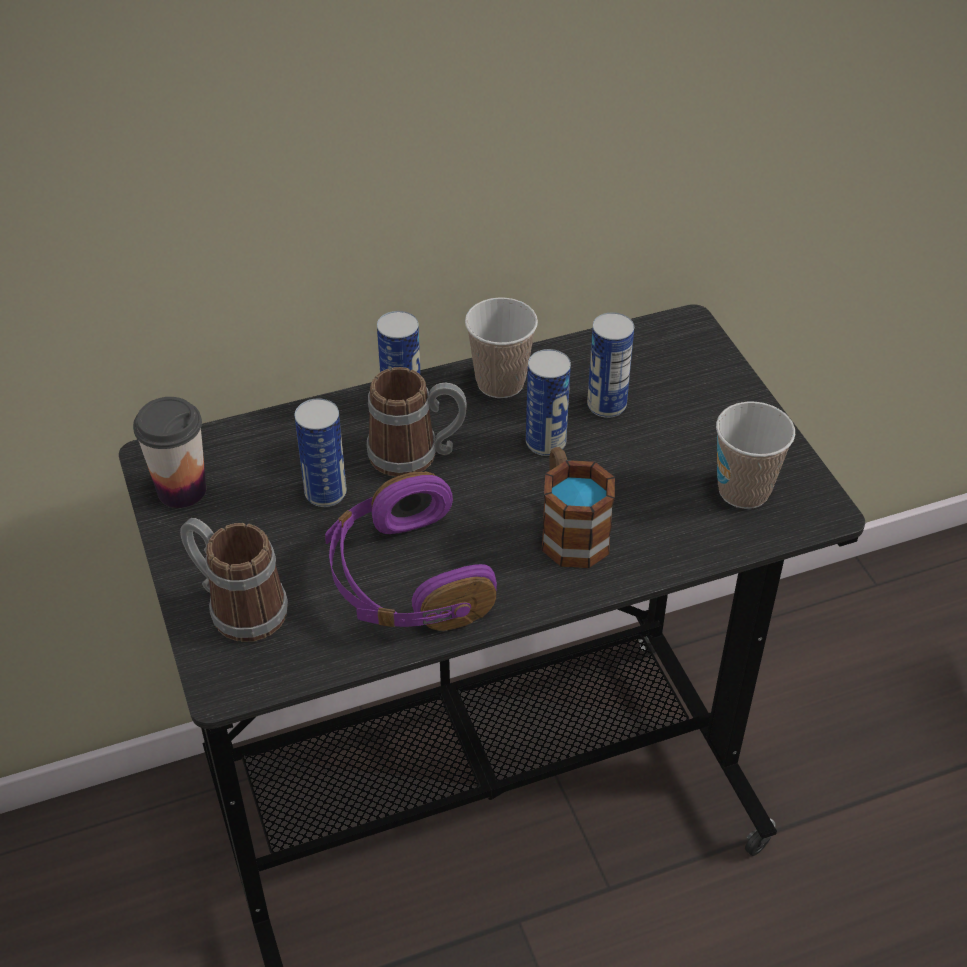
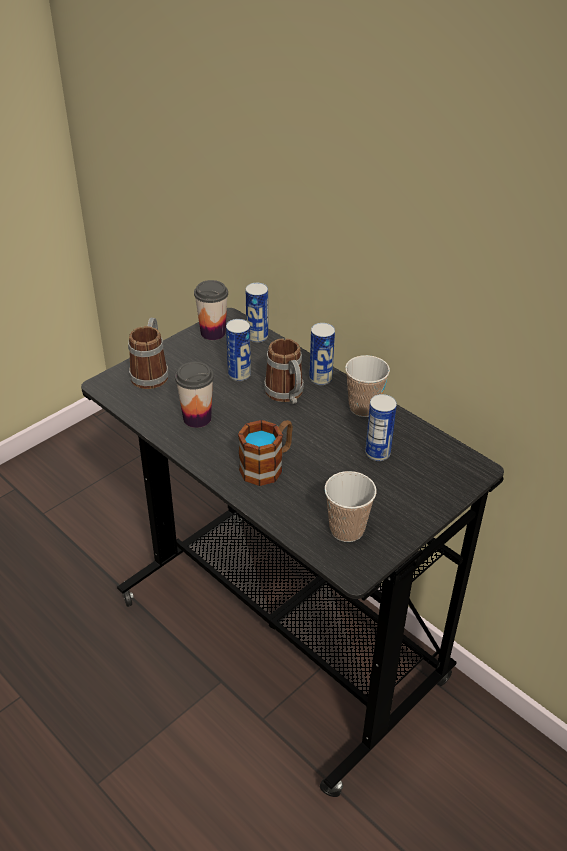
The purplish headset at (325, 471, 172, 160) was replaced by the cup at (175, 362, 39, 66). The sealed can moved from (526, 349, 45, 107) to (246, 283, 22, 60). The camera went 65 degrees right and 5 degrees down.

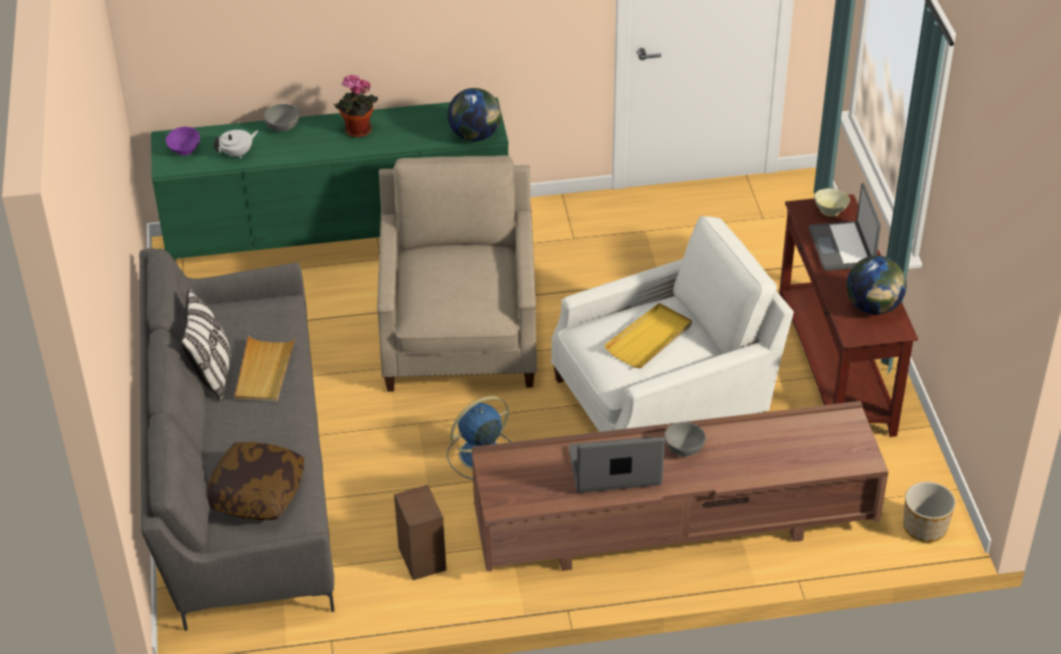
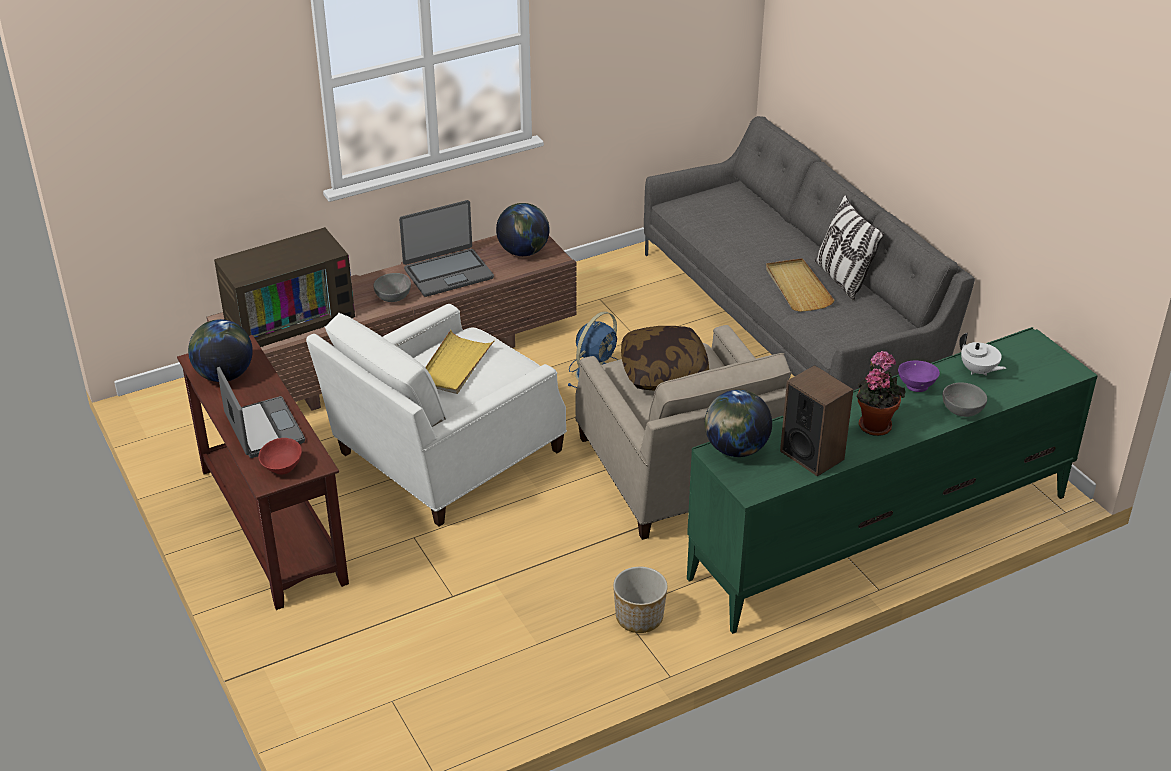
The TV at (214, 227, 141, 120) appeared. The beige bowl at (814, 188, 36, 29) became the red-coloured bowl at (258, 438, 44, 36). The world globe at (496, 203, 54, 53) appeared. The flower pot moved from (903, 482, 53, 61) to (613, 567, 55, 66). The throw pillow moved from (208, 442, 96, 78) to (621, 326, 88, 65). The speaker moved from (394, 485, 52, 95) to (780, 365, 74, 111). The purplish bowl moved from (166, 127, 34, 29) to (898, 361, 42, 31). The white-coloured teapot at (214, 130, 45, 28) turned 75 degrees counterclockwise. The camera went 160 degrees right and 5 degrees down.

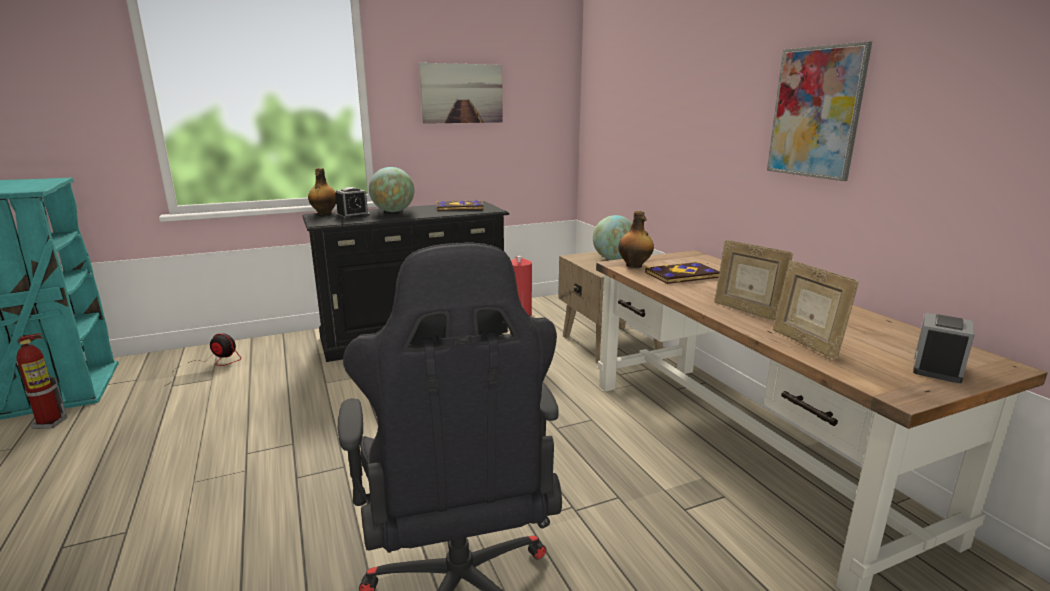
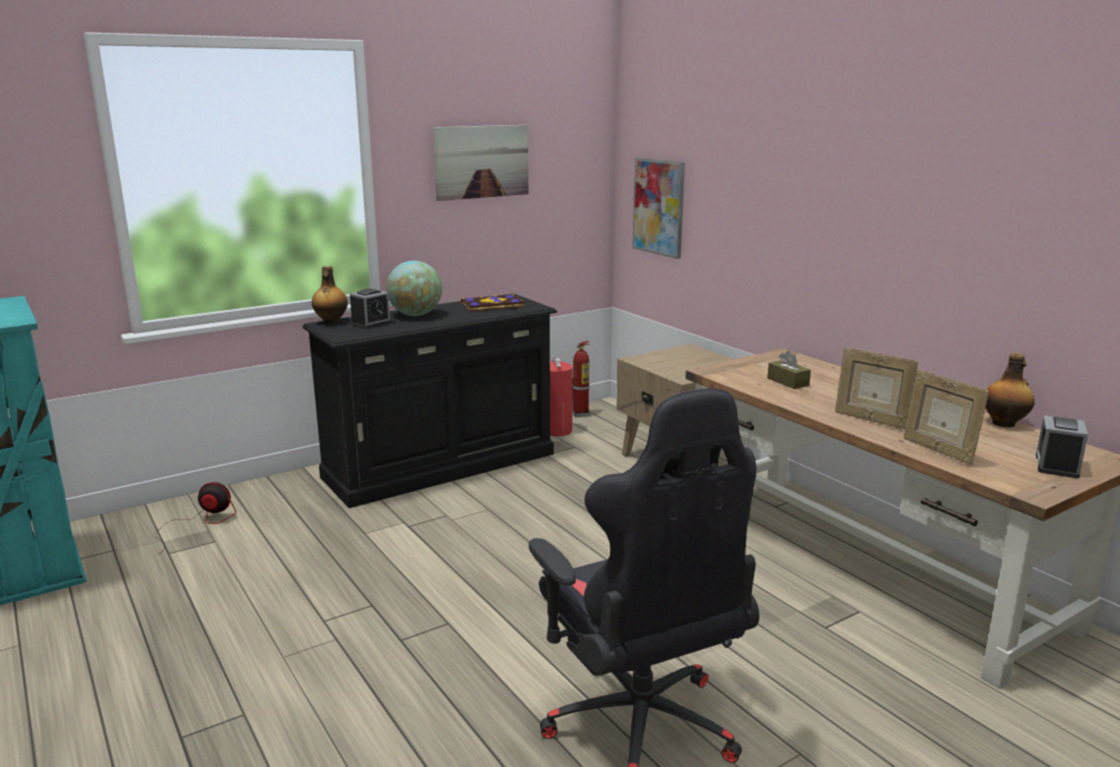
The fire-fighting cylinder moved from (17, 333, 50, 96) to (572, 341, 19, 76). The wall picture moved from (767, 41, 105, 140) to (632, 158, 53, 101). The bound book at (645, 262, 75, 22) was replaced by the brown box of tissues at (767, 350, 44, 39). The beverage bottle moved from (618, 211, 36, 57) to (986, 353, 49, 74). The world globe at (593, 215, 39, 45) disappeared. The camera went 10 degrees left and 0 degrees up.

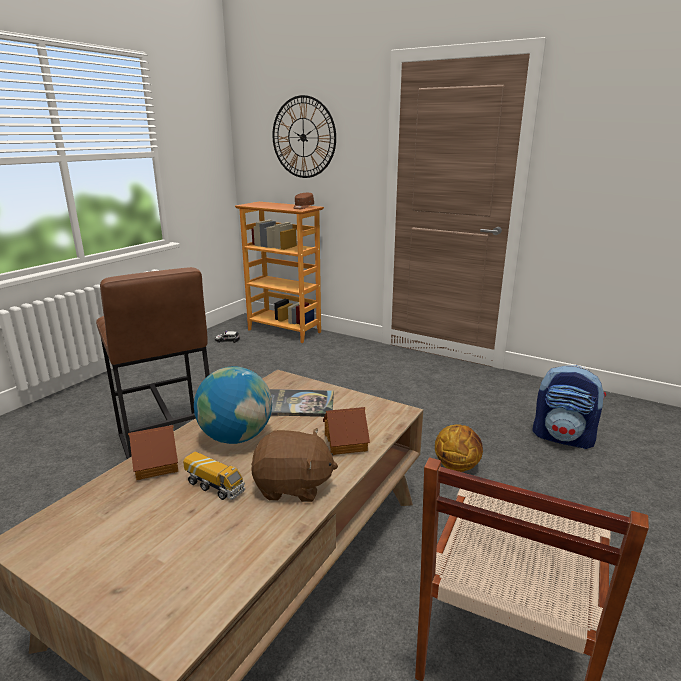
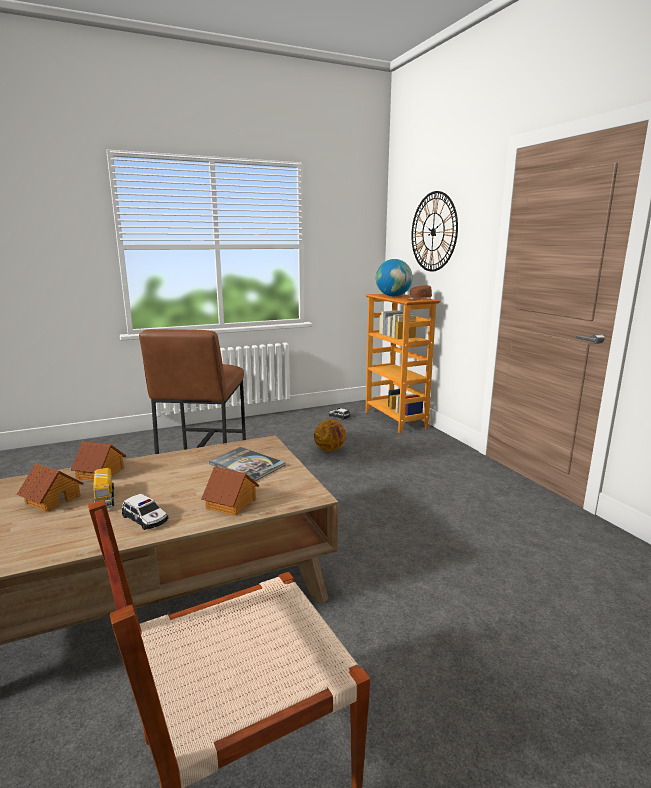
The toy house at (16, 463, 67, 49) appeared. The brown cuddly toy at (251, 428, 87, 74) was replaced by the toy car at (122, 494, 46, 36). The ball for basketball moved from (435, 424, 48, 48) to (314, 419, 32, 33). The world globe moved from (194, 366, 78, 78) to (376, 259, 37, 37). The rucksack at (532, 365, 74, 84) disappeared. The camera went 35 degrees right and 5 degrees down.

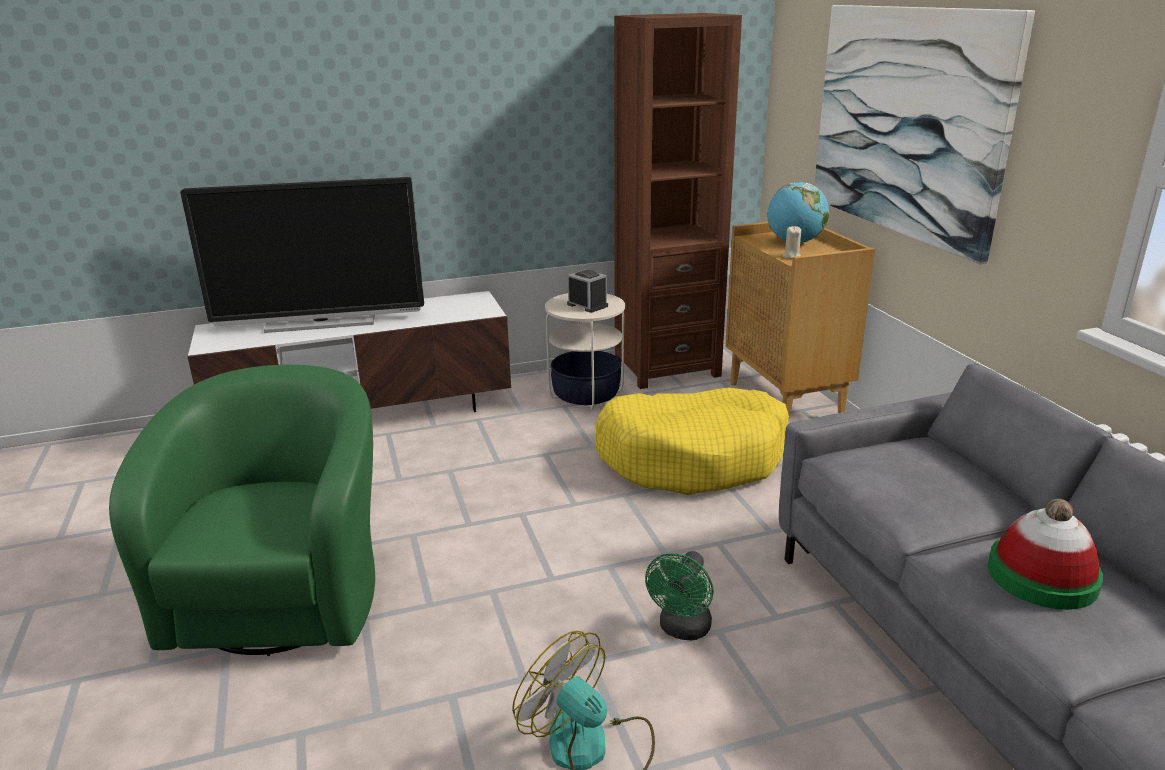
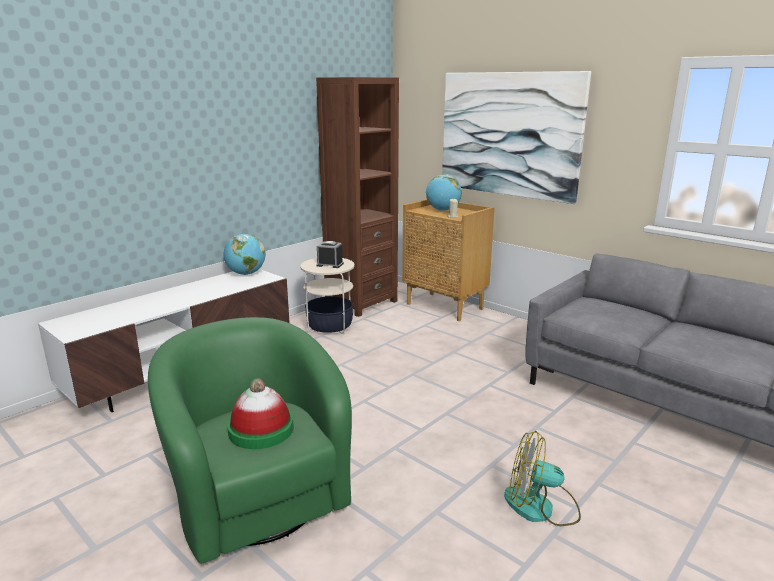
The world globe at (224, 234, 41, 41) appeared. The clothing hat moved from (988, 499, 115, 111) to (227, 378, 67, 71). The TV at (180, 177, 244, 156) disappeared. The yellowish pet bed at (596, 388, 193, 107) disappeared. The greenish electric fan at (645, 551, 69, 90) disappeared. The camera went 30 degrees left and 5 degrees down.

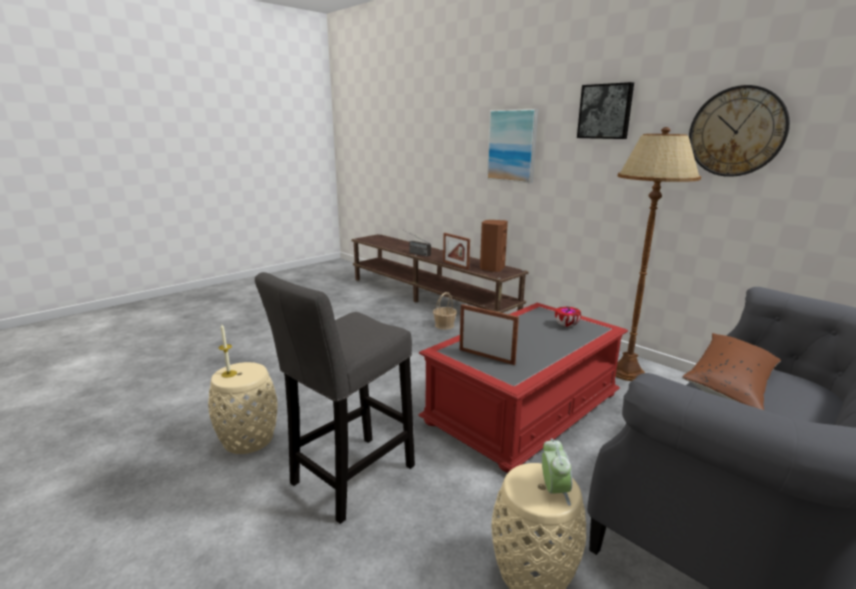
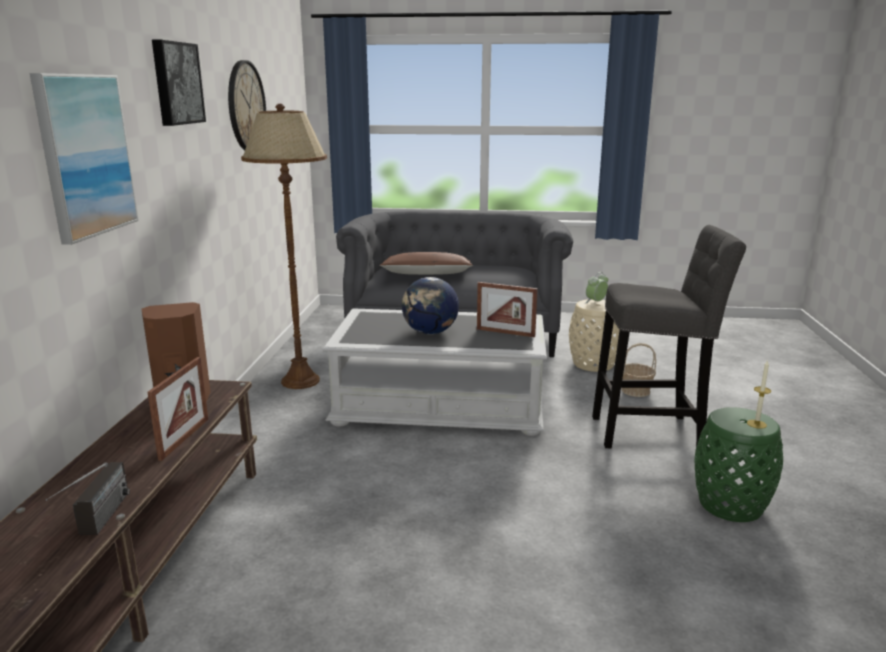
The red-coloured coffee table at (418, 303, 210, 170) became the white-coloured coffee table at (322, 309, 225, 127). The world globe at (402, 277, 57, 57) appeared. The standing frame at (460, 304, 59, 61) turned 60 degrees counterclockwise. The household basket moved from (433, 292, 24, 38) to (622, 343, 34, 54). The beige stool at (208, 362, 69, 92) became the greenish stool at (695, 407, 88, 115). The bowl at (555, 307, 26, 20) disappeared. The camera went 130 degrees left and 0 degrees up.

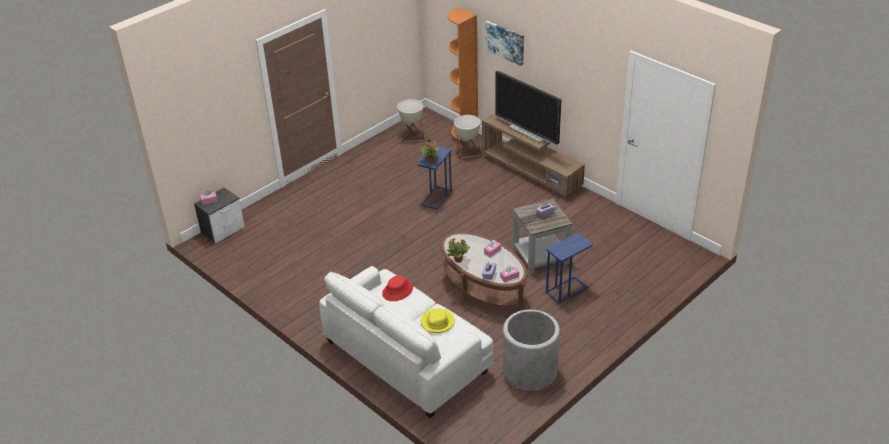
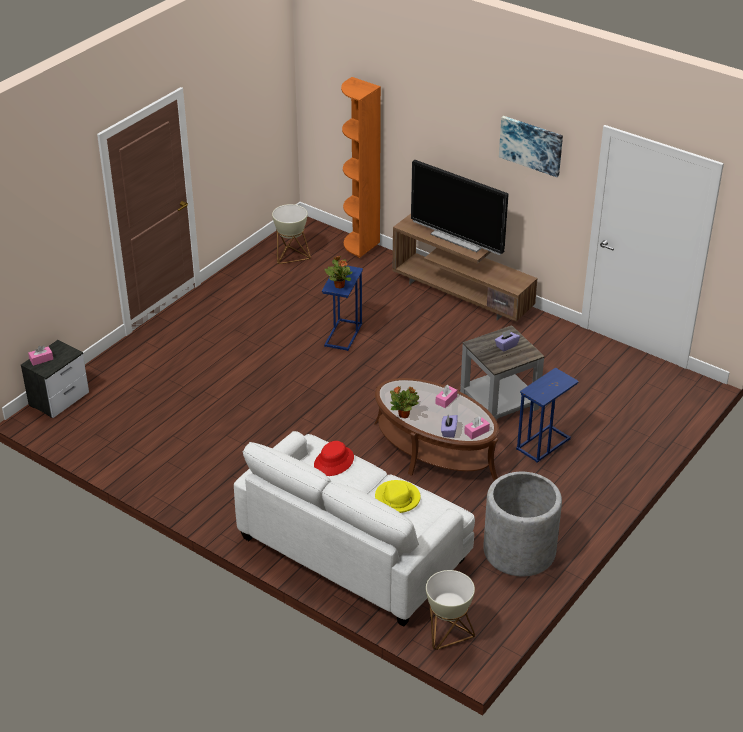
The flower pot moved from (454, 115, 28, 44) to (426, 570, 49, 80). The wall picture moved from (485, 21, 39, 45) to (499, 116, 64, 61). The camera went 10 degrees left and 0 degrees up.

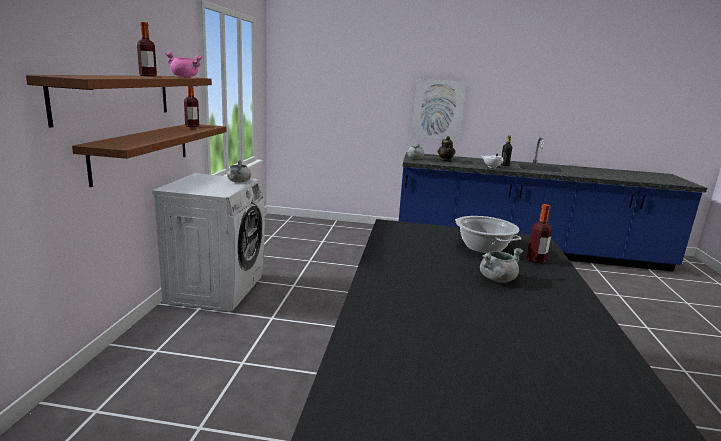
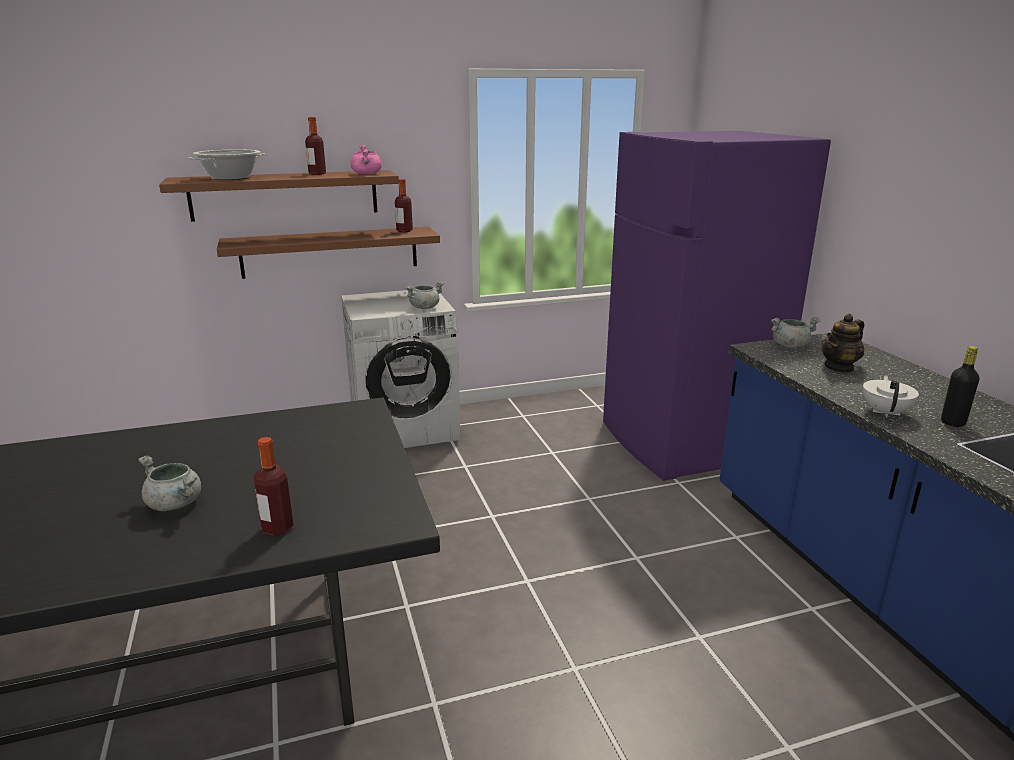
The stockpot moved from (455, 216, 67, 38) to (188, 150, 77, 30). The purplish kitchen fridge at (603, 131, 228, 350) appeared. The wall picture at (412, 79, 54, 62) disappeared. The camera went 65 degrees right and 5 degrees up.

